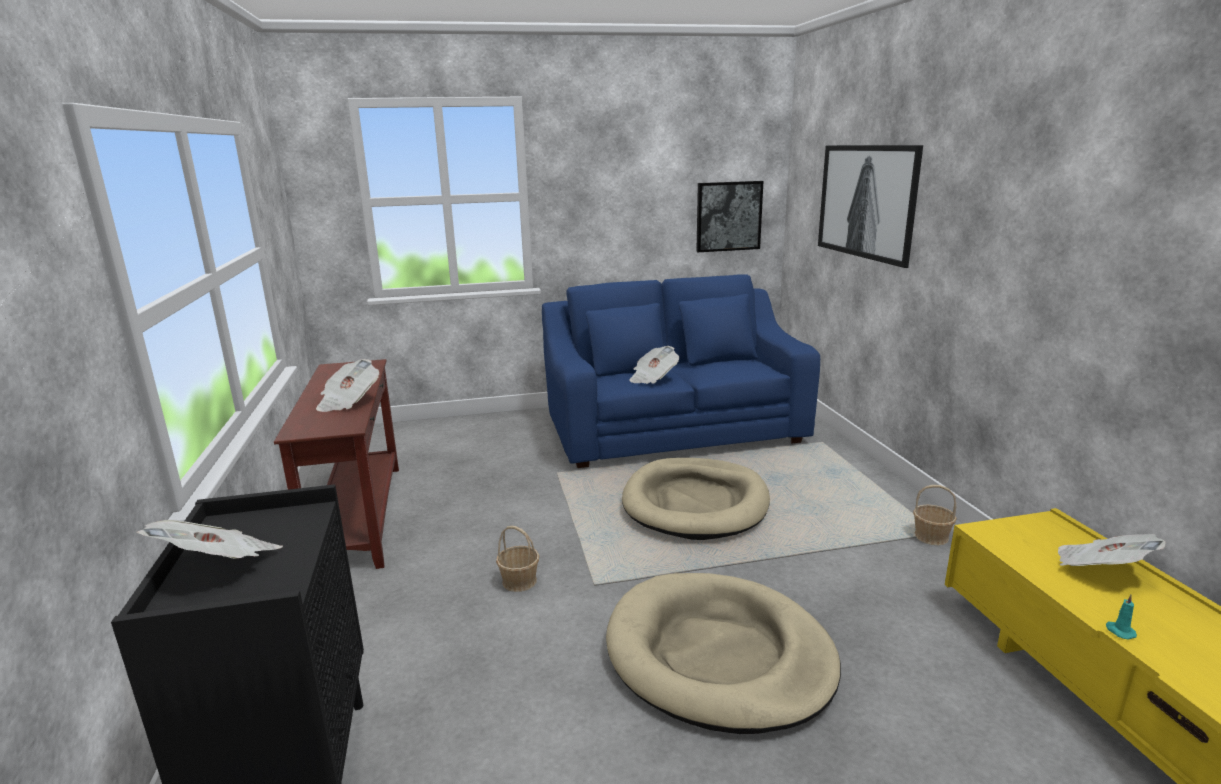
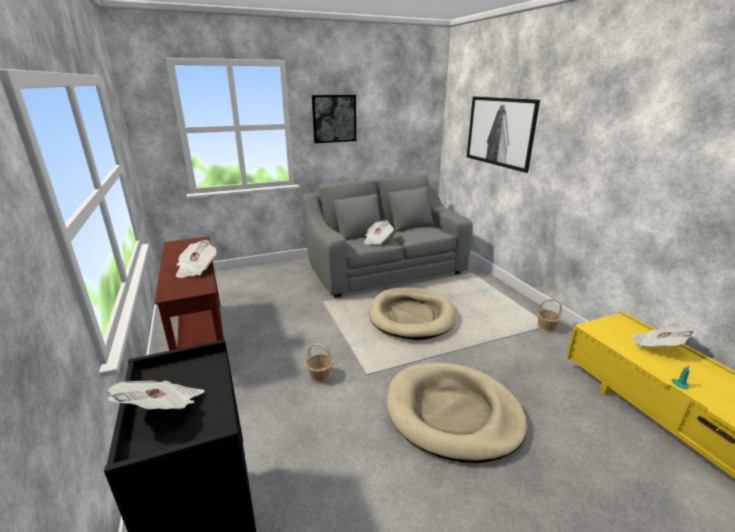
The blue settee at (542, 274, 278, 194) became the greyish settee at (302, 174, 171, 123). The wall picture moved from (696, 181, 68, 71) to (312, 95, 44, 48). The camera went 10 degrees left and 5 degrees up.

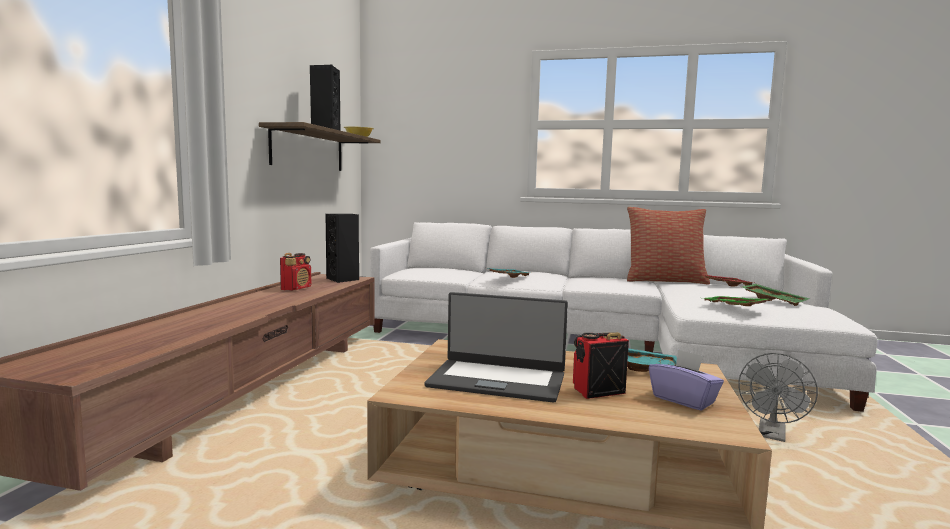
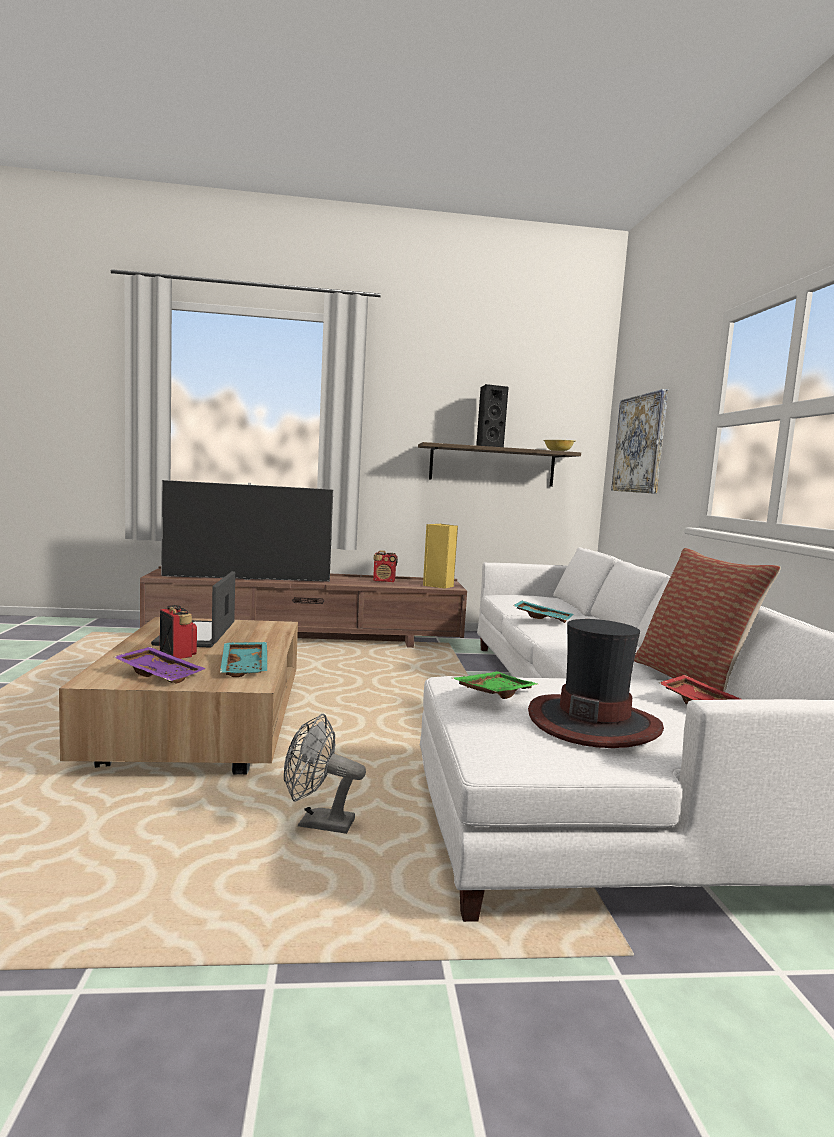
The purplish box of tissues at (649, 349, 75, 62) was replaced by the purplish serving tray at (114, 647, 92, 37). The TV at (161, 480, 172, 102) appeared. The black-coloured speaker at (325, 214, 34, 69) became the yellowish speaker at (423, 524, 35, 65). The greenish serving tray at (742, 284, 68, 22) was replaced by the clothing hat at (528, 619, 136, 129). The wall picture at (611, 389, 57, 105) appeared. The camera went 70 degrees right and 0 degrees up.

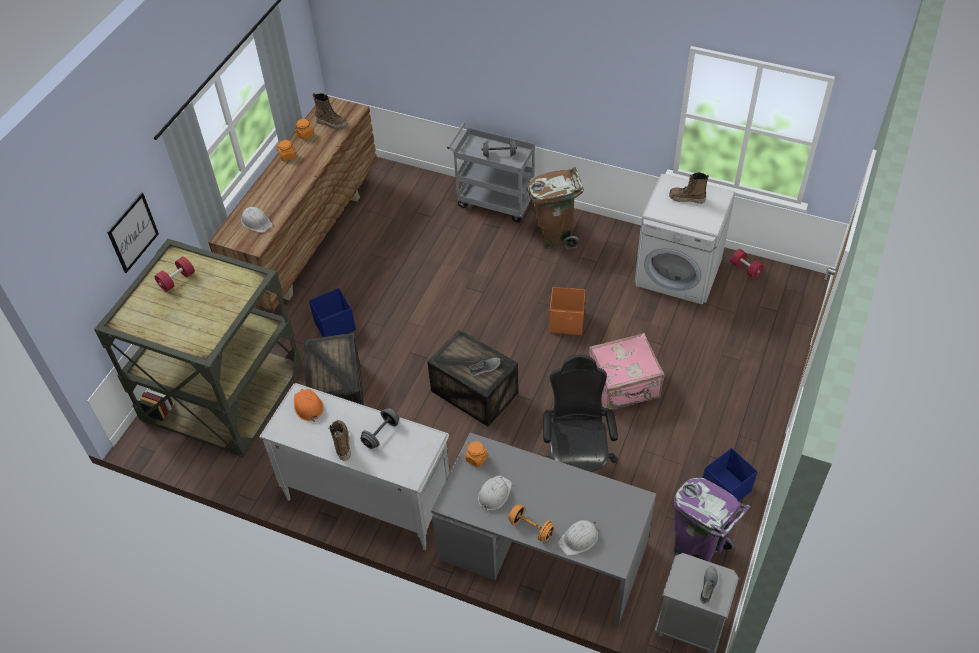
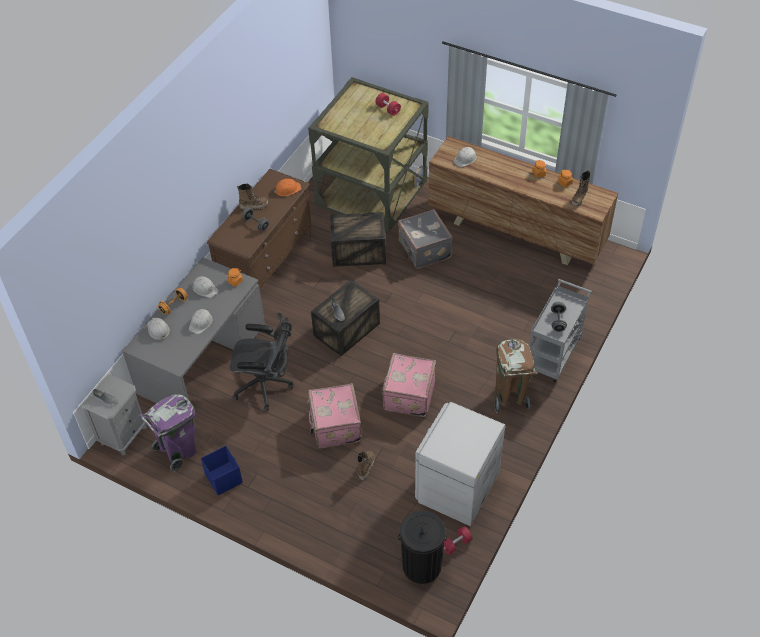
The white-coloured work helmet at (189, 309, 24, 25) appeared. The white-coloured dresser at (259, 383, 191, 167) became the brown dresser at (207, 169, 104, 120). The boot moved from (669, 172, 40, 32) to (357, 450, 18, 30). The orange storage container at (549, 287, 36, 48) was replaced by the pink-coloured suitcase at (381, 353, 55, 64). The blue storage container at (309, 288, 47, 49) was replaced by the greyish suitcase at (398, 209, 55, 60). The black-coloured trash can at (398, 511, 49, 73) appeared. The wall picture at (107, 192, 52, 81) disappeared. The camera went 95 degrees right and 0 degrees up.

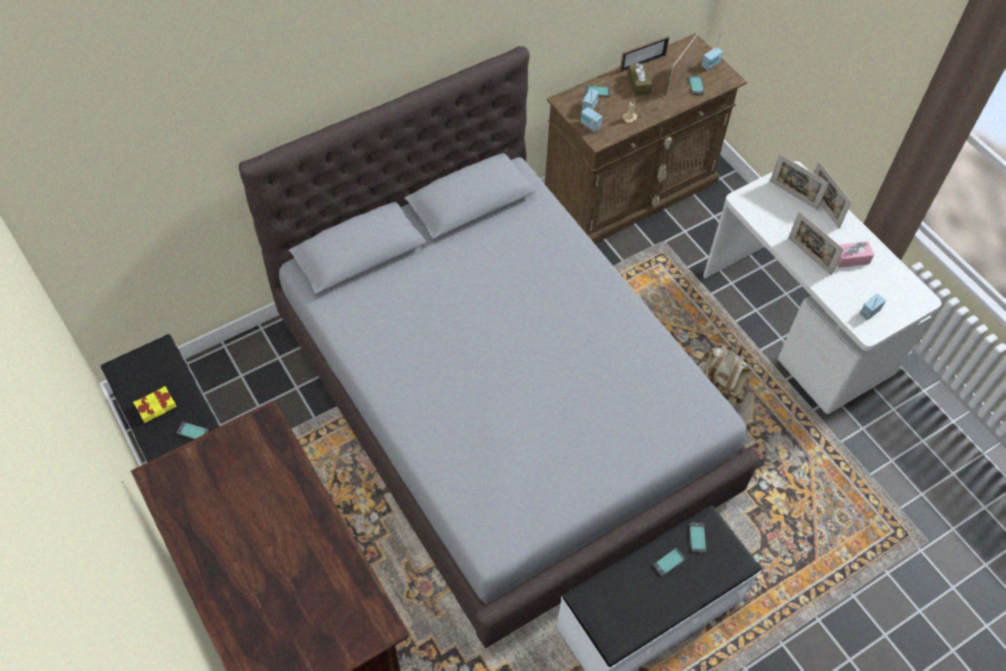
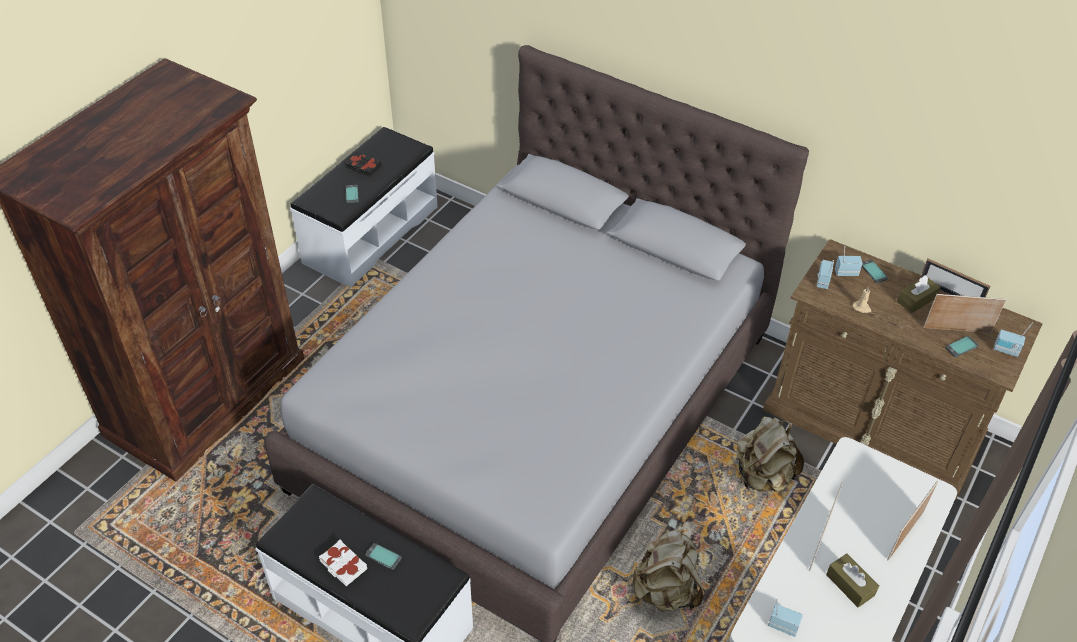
The white-coloured bound book at (319, 540, 48, 46) appeared. The yellowish bound book at (133, 386, 43, 37) became the black-coloured bound book at (345, 151, 37, 26). The beige rucksack at (737, 417, 67, 75) appeared. The pink-coloured box of tissues at (837, 241, 37, 27) became the brown box of tissues at (826, 553, 53, 55). The handset at (689, 523, 17, 30) disappeared. The standing frame at (770, 154, 59, 56) disappeared. The camera went 65 degrees right and 10 degrees down.

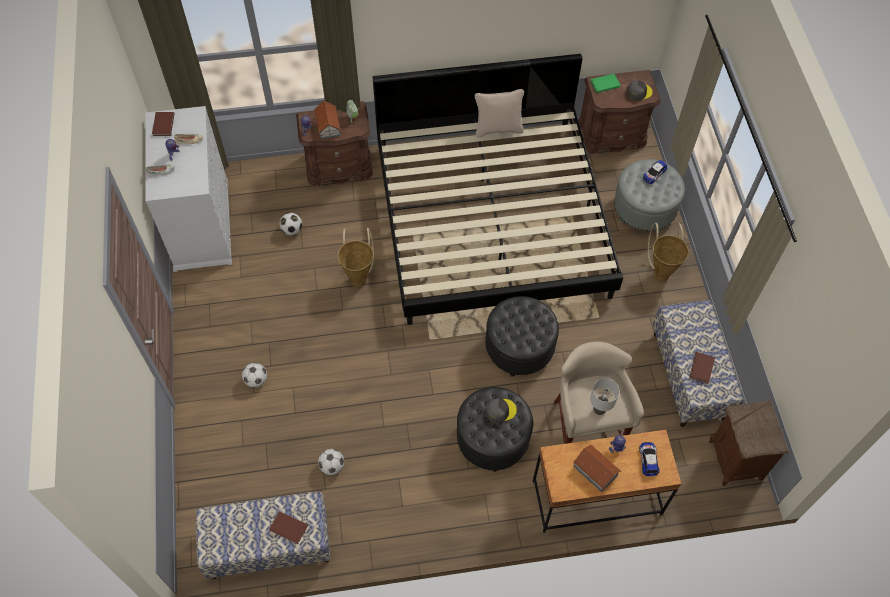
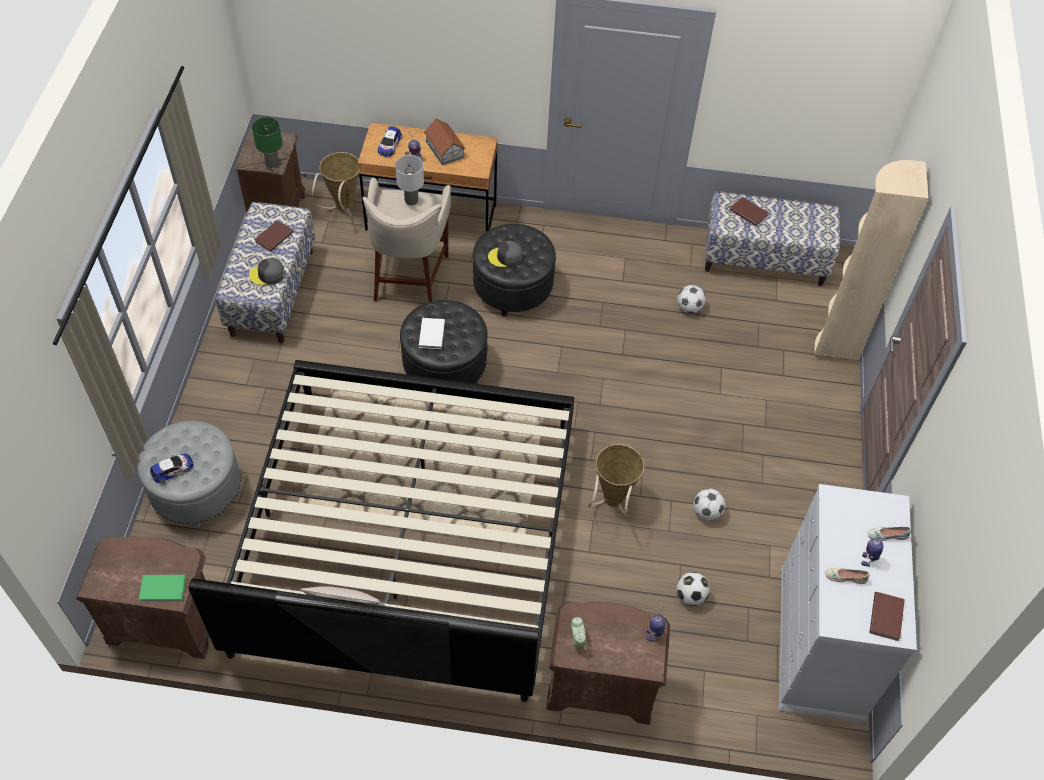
The greyish cap moved from (626, 80, 27, 21) to (249, 258, 36, 27). The greenish tabletop lamp at (252, 117, 30, 50) appeared. The household basket moved from (648, 223, 41, 59) to (311, 152, 48, 64). The white-coloured bound book at (419, 318, 26, 31) appeared. The ball for football moved from (242, 363, 25, 25) to (693, 489, 32, 32). The beige shelving unit at (814, 160, 114, 200) appeared. The toy house at (314, 100, 27, 39) disappeared. The camera went 165 degrees left and 5 degrees down.

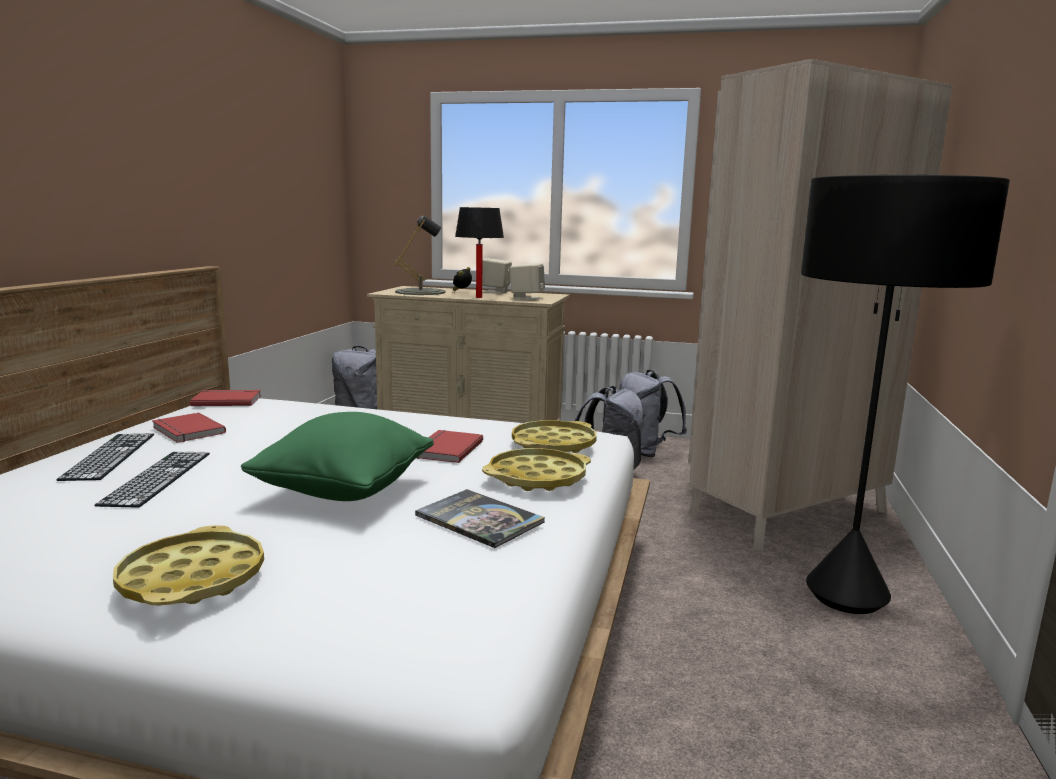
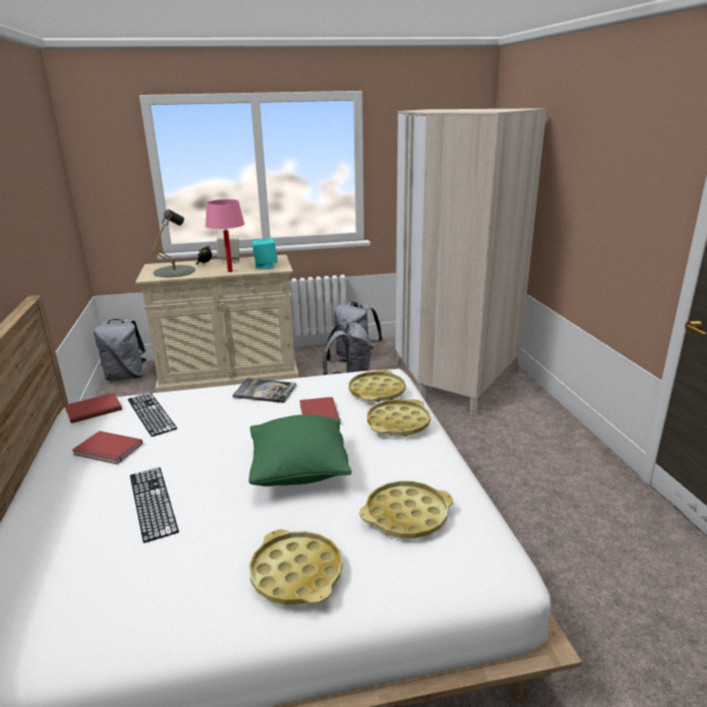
The PC keyboard moved from (57, 433, 97, 48) to (128, 393, 49, 44). The black-coloured tabletop lamp at (455, 207, 49, 91) became the pink-coloured tabletop lamp at (205, 199, 40, 73). The bound book moved from (415, 489, 130, 59) to (233, 378, 63, 25). The beige speaker at (510, 263, 35, 37) became the turquoise speaker at (252, 238, 26, 31). The yellowish serving tray at (359, 481, 94, 57) appeared. The black-coloured standing lamp at (801, 175, 209, 439) disappeared. The camera went 25 degrees left and 10 degrees up.

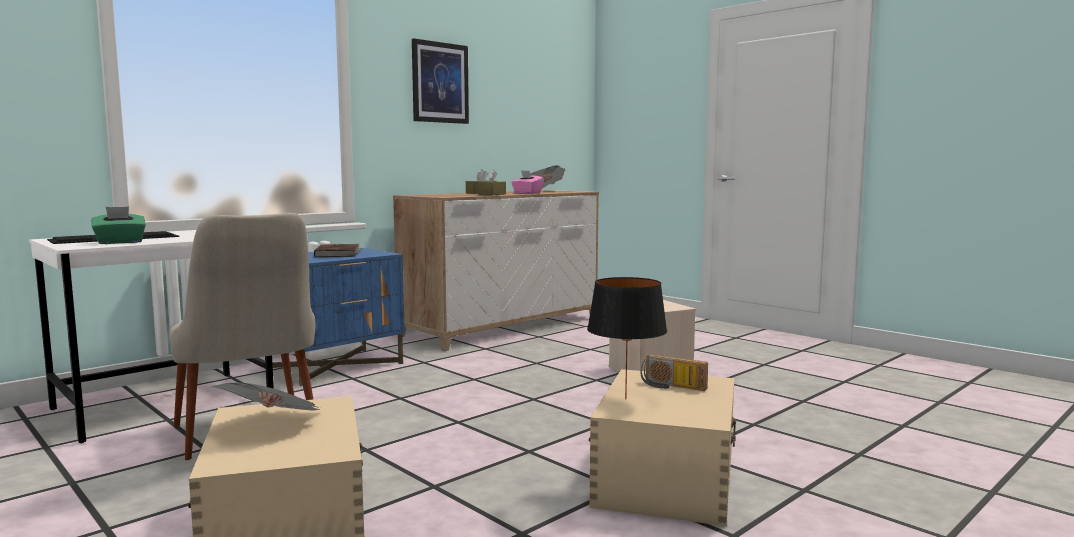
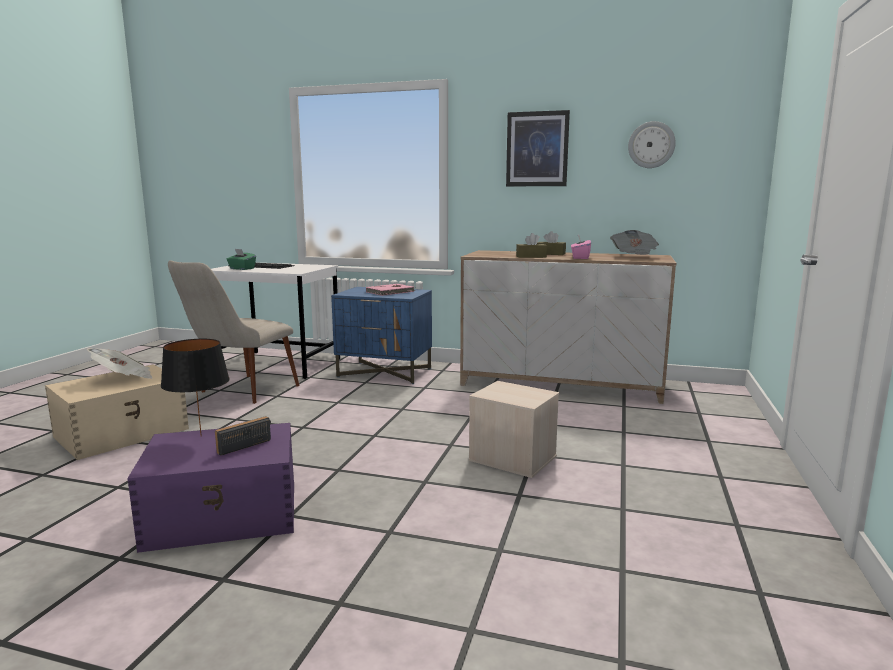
The beige storage container at (589, 369, 147, 157) became the purplish storage container at (127, 423, 167, 130). The radio set at (641, 354, 67, 37) turned 45 degrees clockwise. The brown bound book at (314, 244, 48, 13) became the pink-coloured bound book at (366, 284, 50, 12). The wall clock at (628, 121, 48, 47) appeared. The camera went 60 degrees right and 5 degrees up.

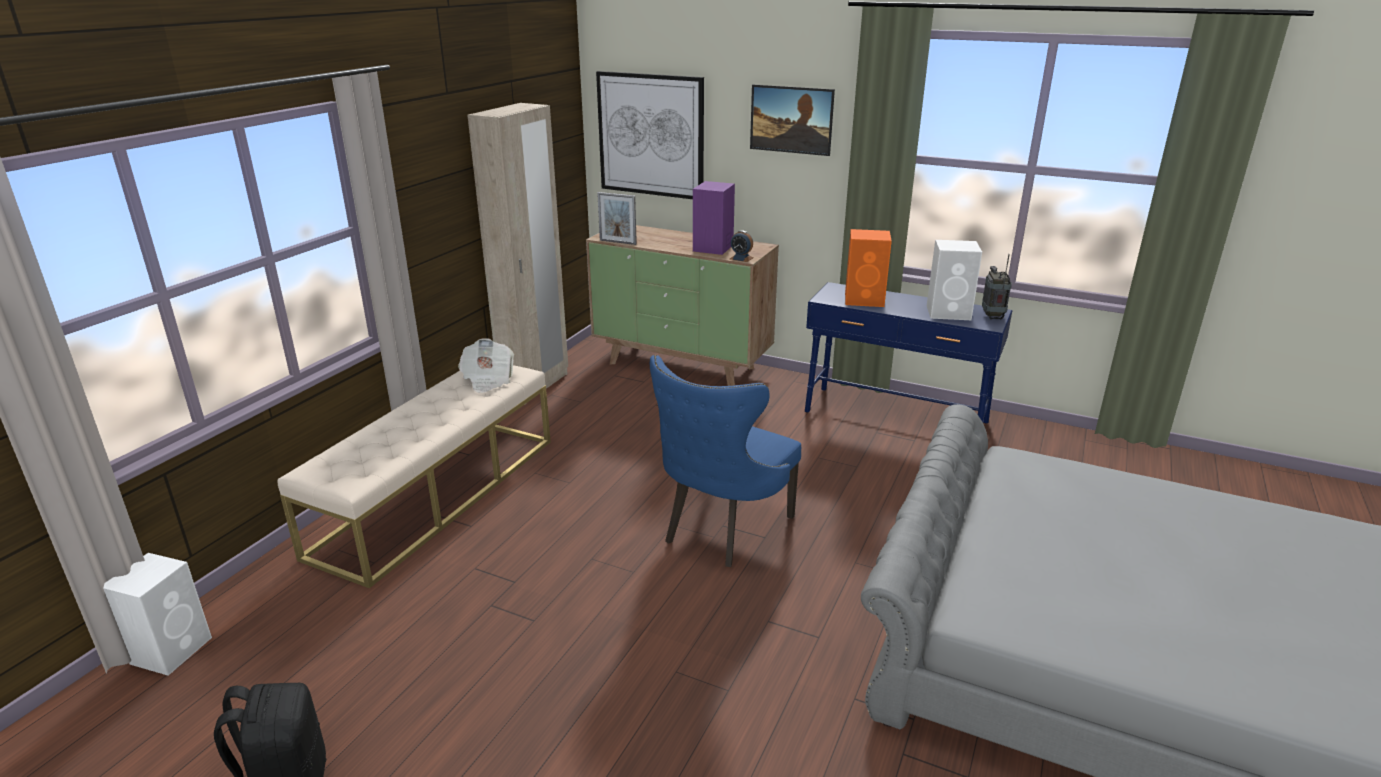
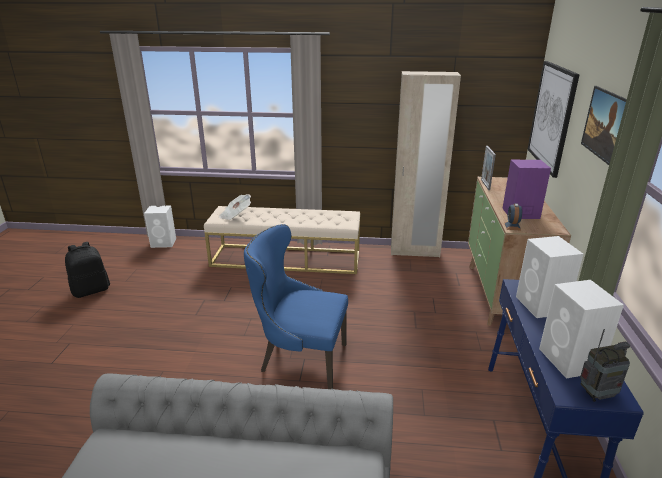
The newspaper moved from (458, 338, 56, 55) to (219, 194, 32, 26). The orange speaker at (845, 229, 47, 78) became the white-coloured speaker at (516, 236, 67, 82). The camera went 70 degrees right and 0 degrees up.

